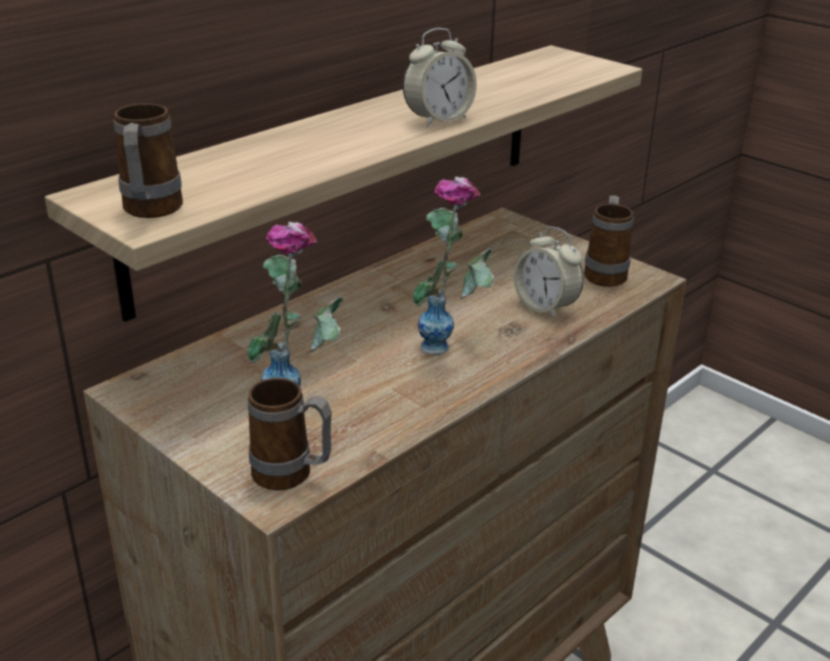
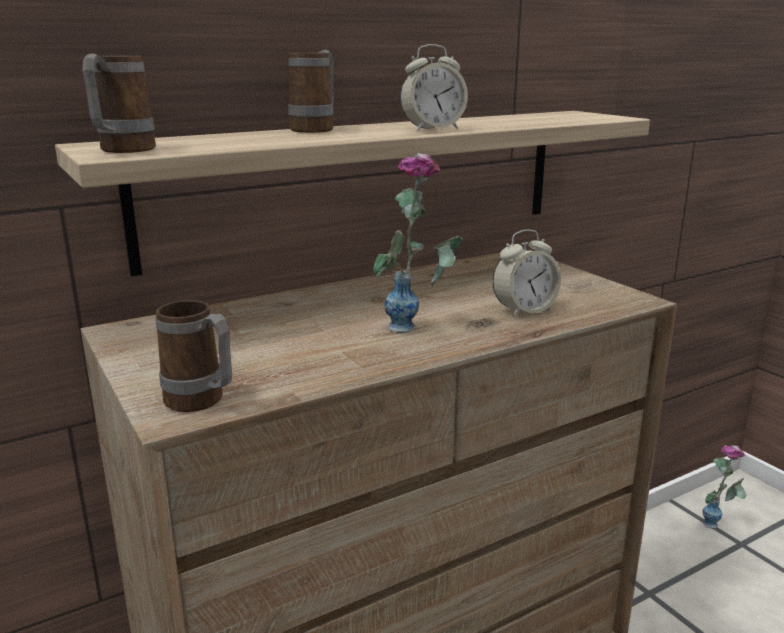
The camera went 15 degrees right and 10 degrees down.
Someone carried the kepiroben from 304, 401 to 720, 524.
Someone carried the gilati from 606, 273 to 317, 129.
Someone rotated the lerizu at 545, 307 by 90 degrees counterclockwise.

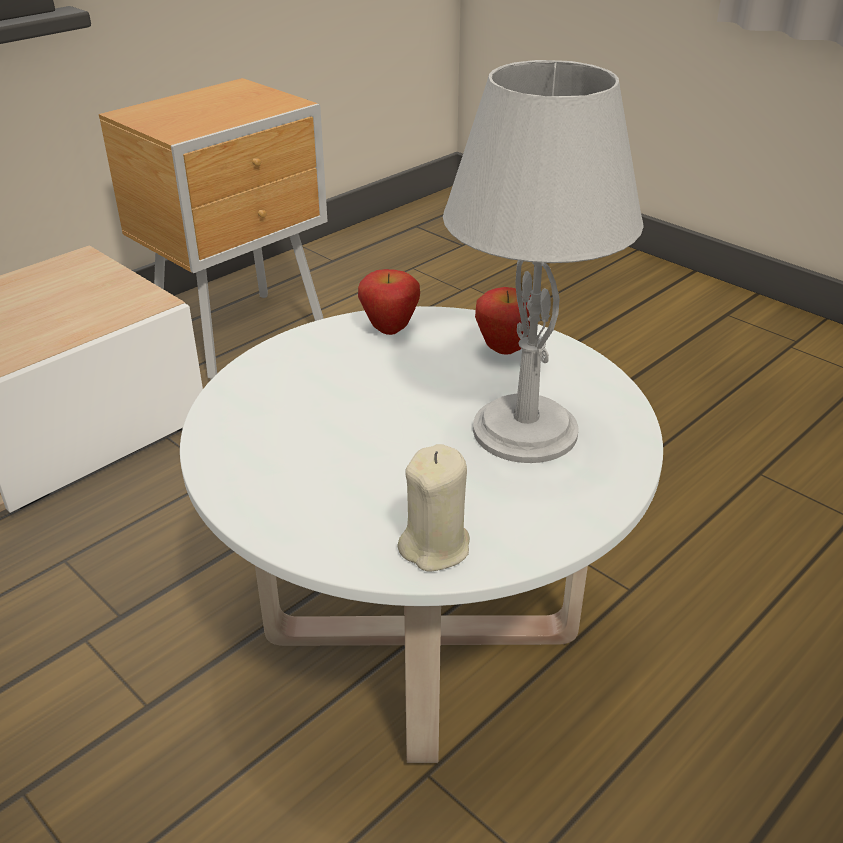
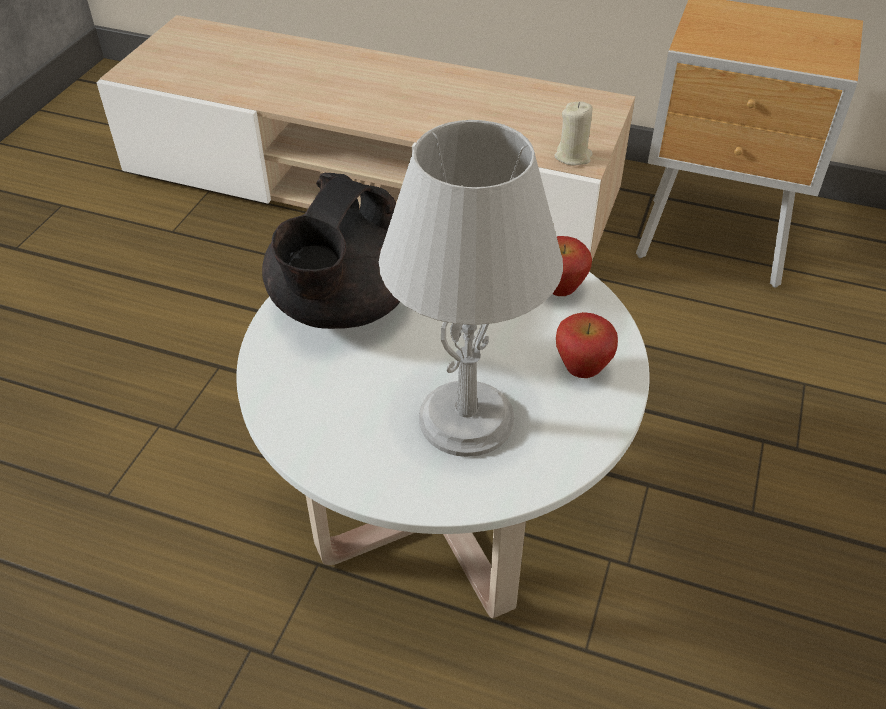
The camera went 65 degrees right and 10 degrees up.
Someone put down the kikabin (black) at 340, 308.
Someone carried the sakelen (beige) from 435, 547 to 573, 156.

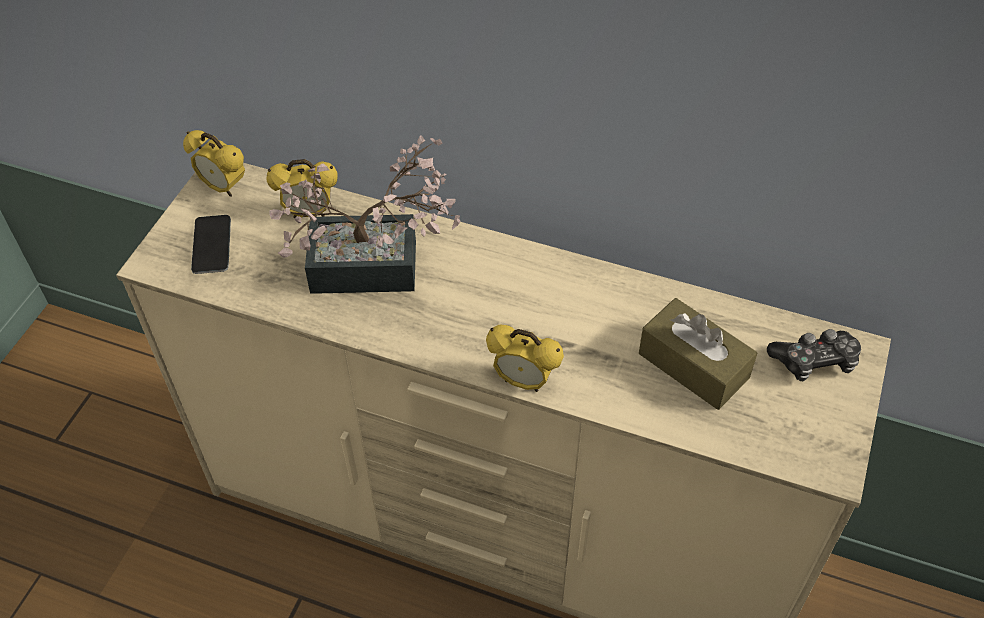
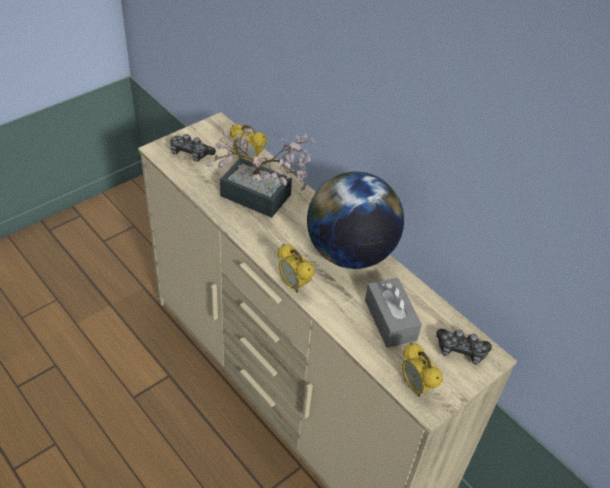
The camera went 25 degrees right and 5 degrees down.
Someone put down the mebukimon at 350, 253.
Someone carried the lerizu from 223, 188 to 416, 386.
Someone swapped the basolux at 211, 245 for the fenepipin at 190, 153.
Someone repainted the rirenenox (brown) at 693, 366, which became the rirenenox (grey) at 390, 320.

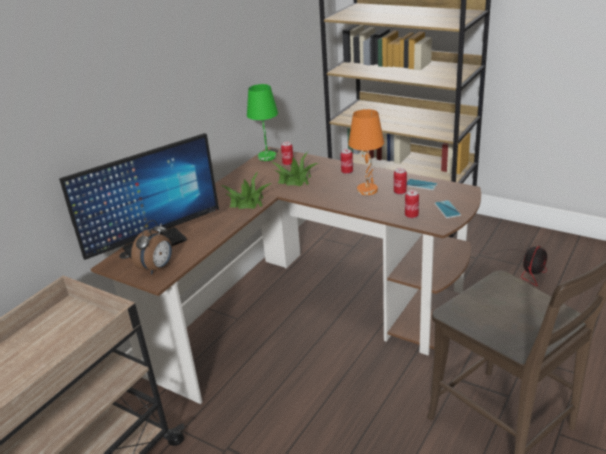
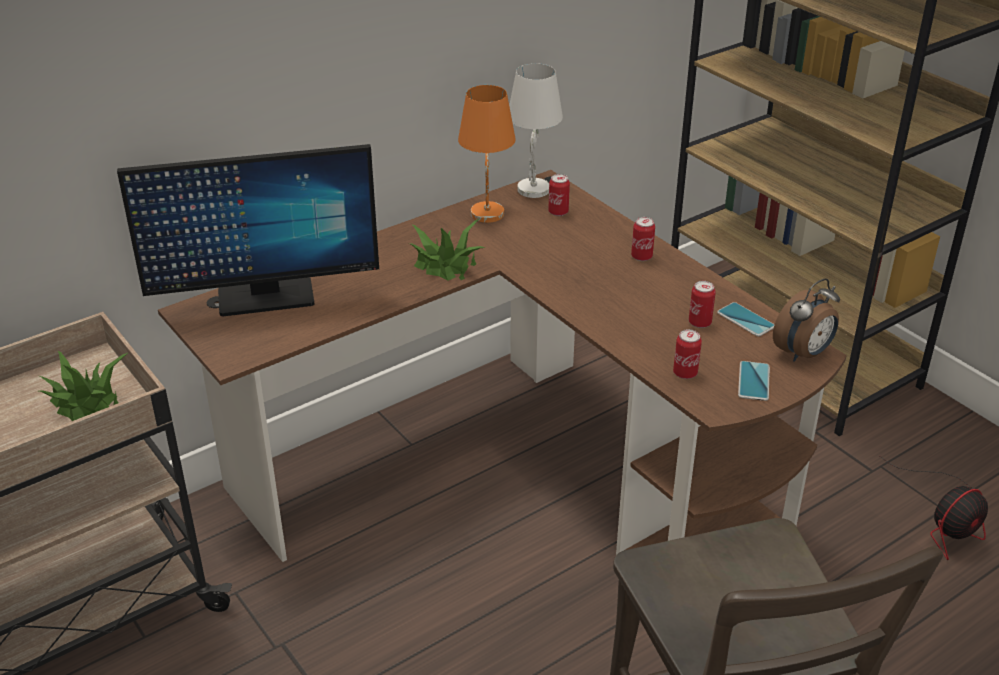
The camera went 20 degrees right and 5 degrees up.
Someone carried the lerizu from 157, 268 to 803, 354.
Someone carried the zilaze from 295, 179 to 86, 403.
Someone carried the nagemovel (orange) from 368, 190 to 488, 214.
Someone repainted the nagemovel (green) at 267, 157, which became the nagemovel (white) at 534, 190.

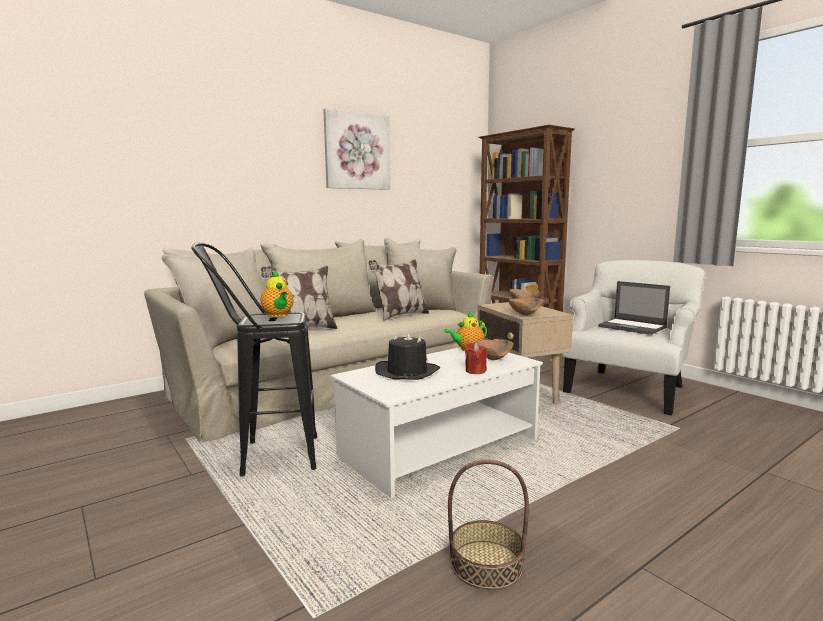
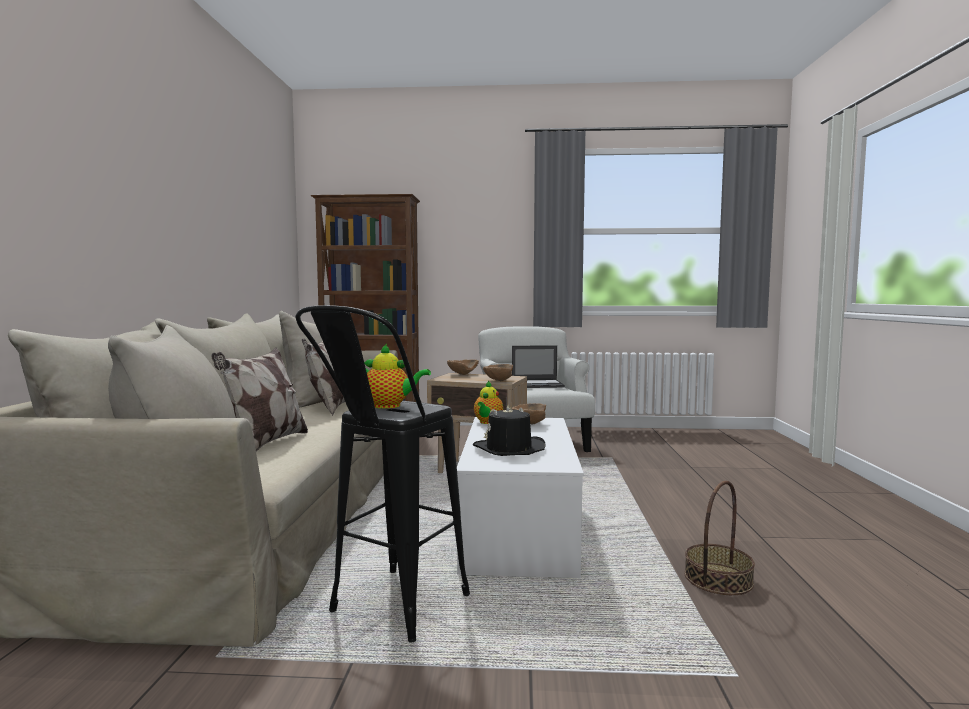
The camera went 50 degrees left and 5 degrees down.
Someone took away the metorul at 357, 151.
Someone took away the sakelen (red) at 475, 371.

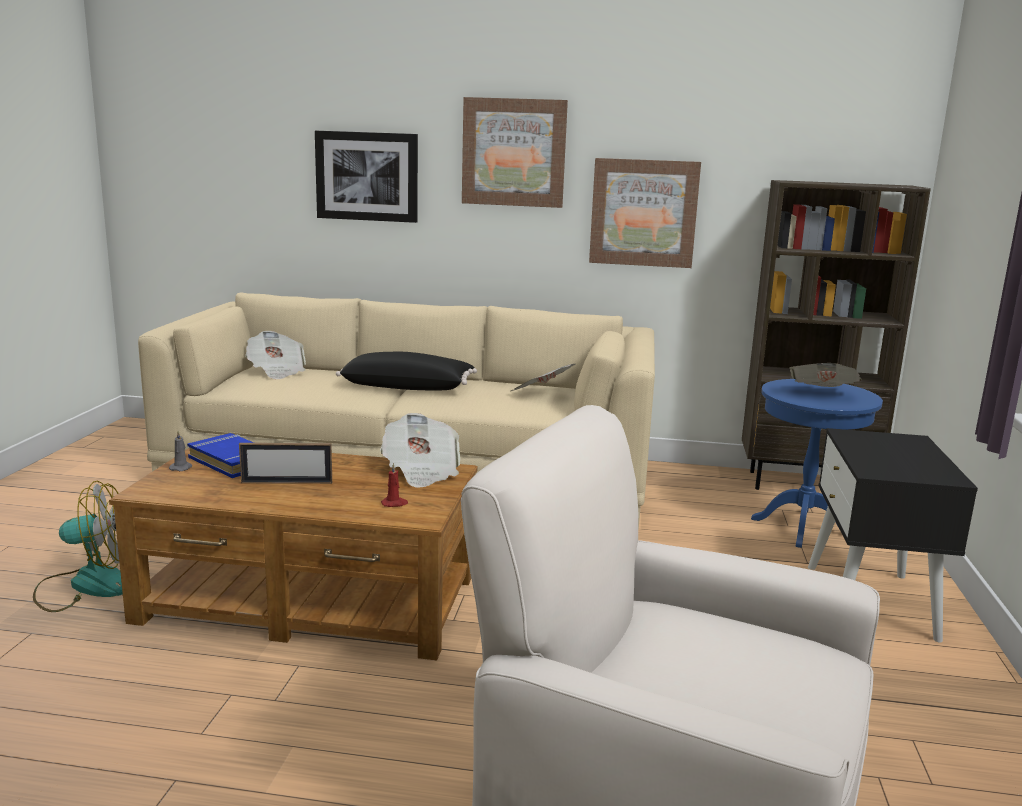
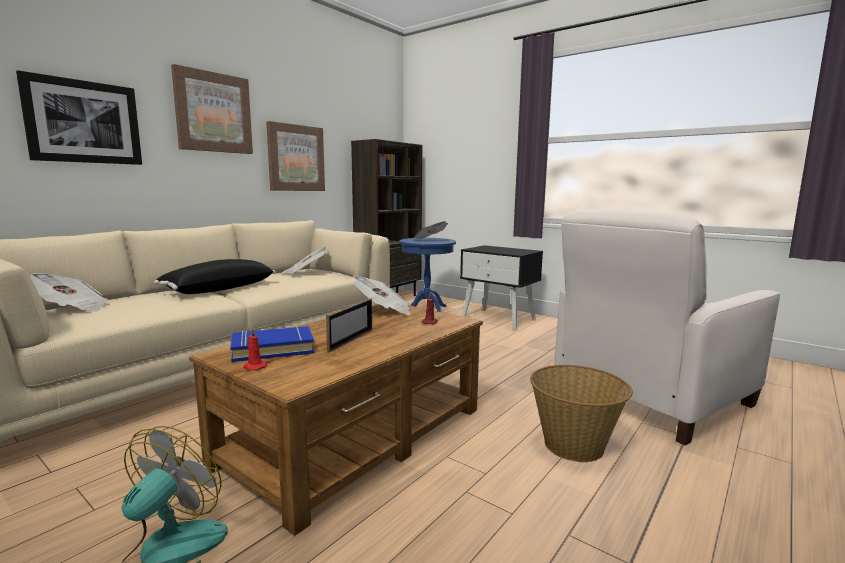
The camera went 60 degrees left and 5 degrees down.
Someone put down the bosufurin at 574, 445.
Someone repainted the sakelen (grey) at 181, 468, which became the sakelen (red) at 254, 367.

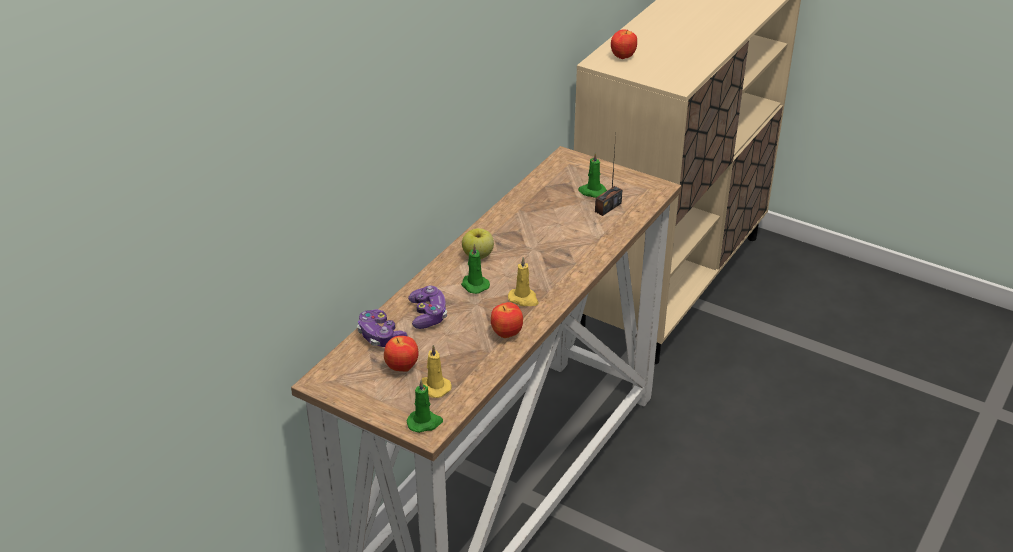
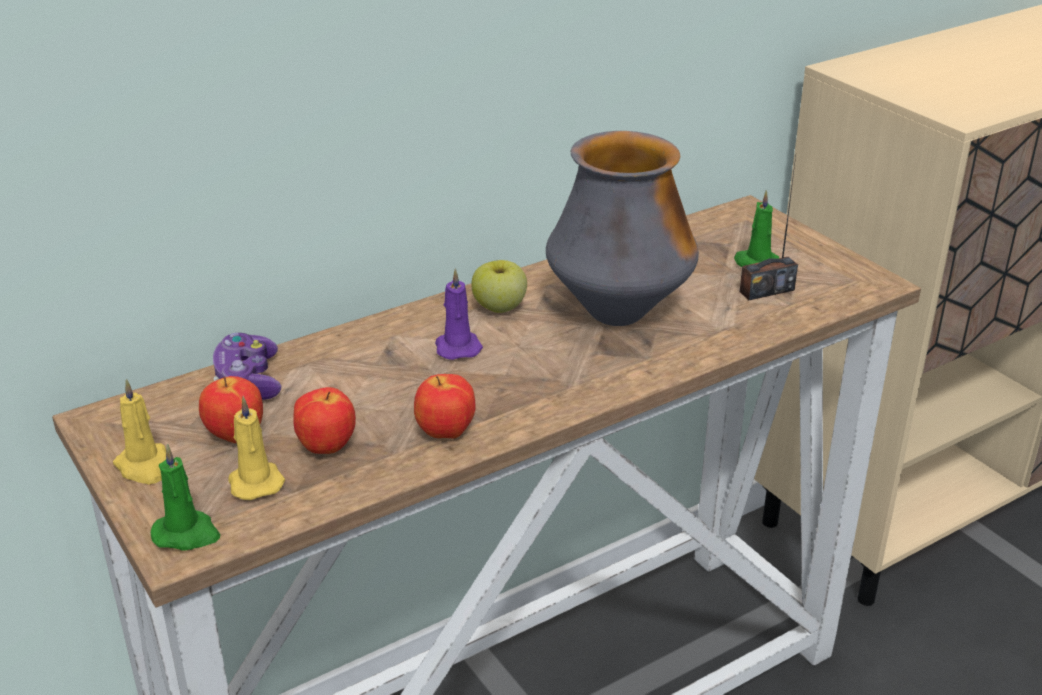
The camera went 25 degrees right and 5 degrees down.
Someone took away the fenepipin at 428, 314.
Someone put down the kepiroben at 618, 314.
Someone carried the sakelen (yellow) from 524, 299 to 145, 466.
Someone carried the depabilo from 622, 57 to 327, 447.
Someone repainted the sakelen (green) at 474, 285, which became the sakelen (purple) at 457, 347.

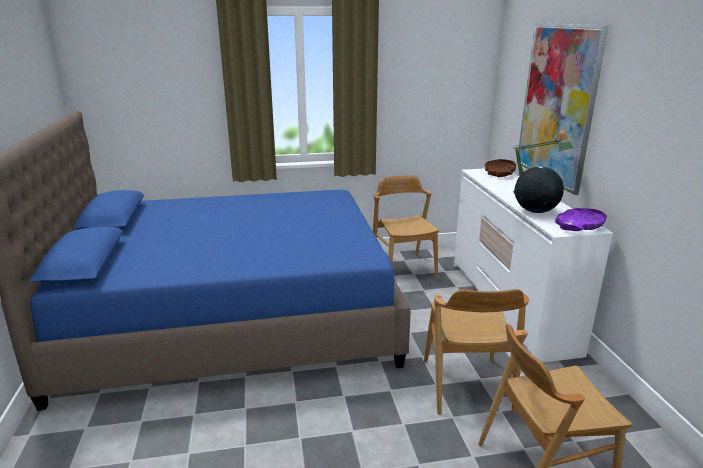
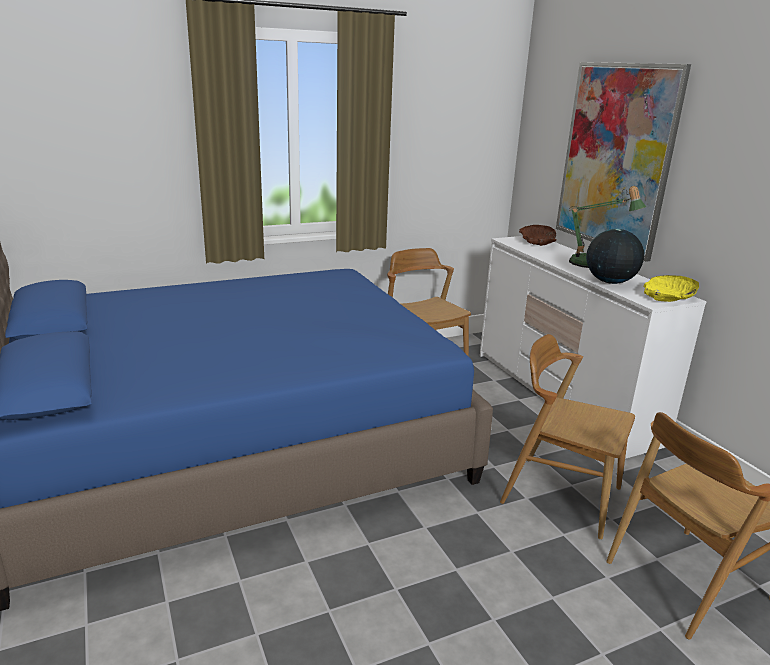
The camera went 15 degrees left and 0 degrees up.
Someone repainted the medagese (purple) at 578, 227, which became the medagese (yellow) at 668, 297.
Someone rotated the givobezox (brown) at 466, 386 by 135 degrees clockwise.

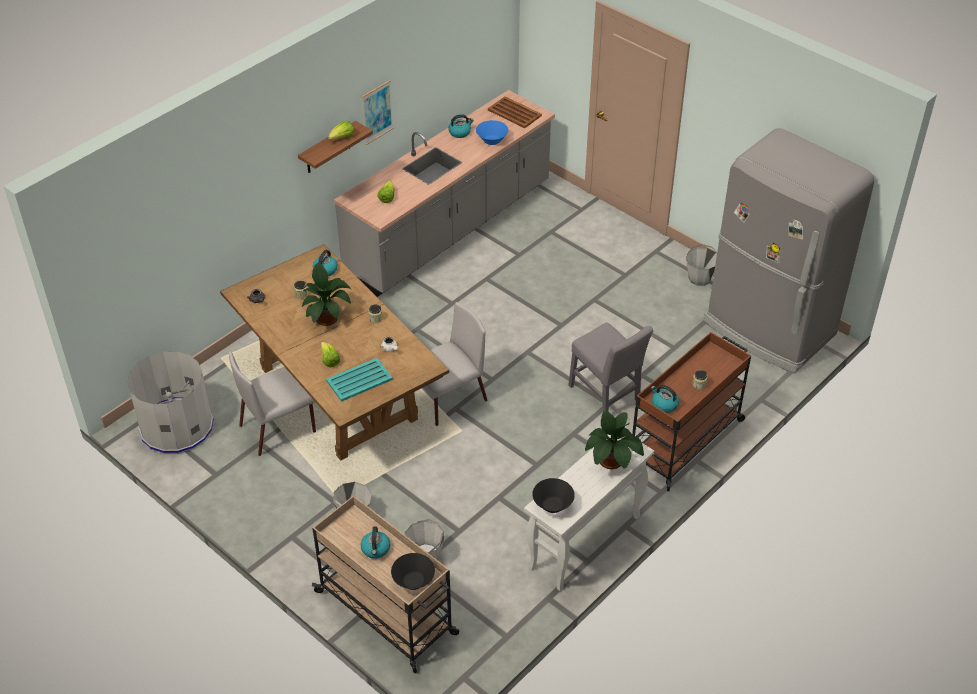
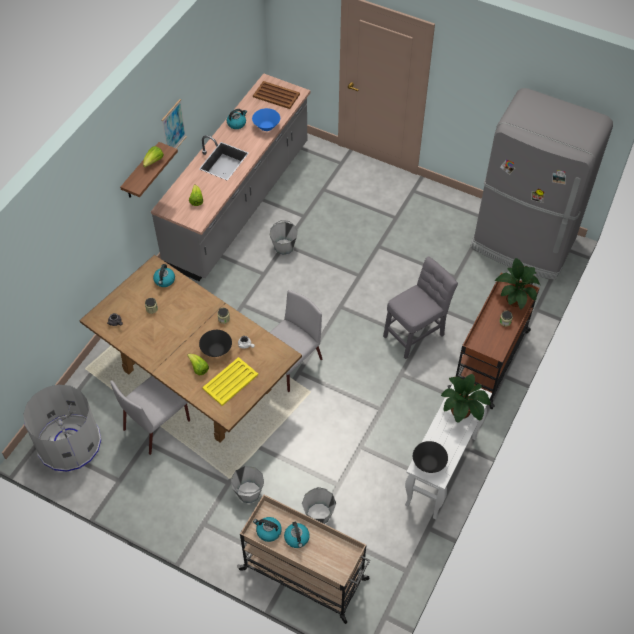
The camera went 15 degrees left and 10 degrees up.
Someone carried the zilaze from 327, 316 to 515, 297.
Someone carried the medagese (black) from 413, 581 to 216, 350.
Someone carried the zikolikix from 664, 404 to 268, 531.
Someone carried the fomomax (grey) from 700, 278 to 284, 247.
Someone repainted the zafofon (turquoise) at 360, 380, which became the zafofon (yellow) at 231, 381.
Someone rotated the givobezox (grey) at 606, 396 by 75 degrees counterclockwise.

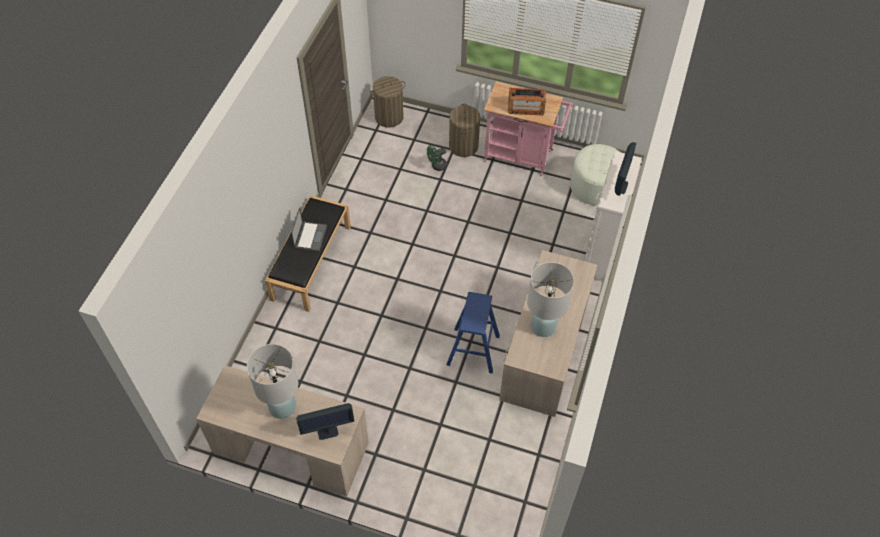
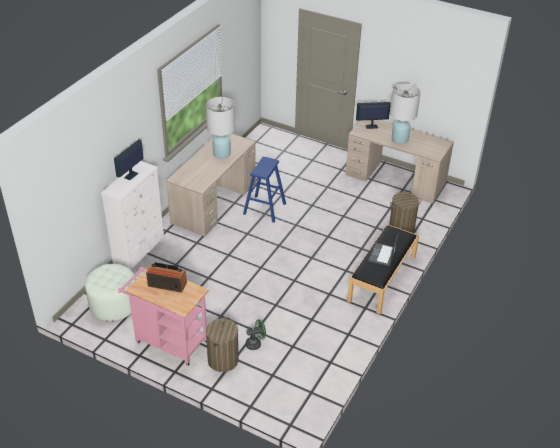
The camera went 170 degrees left and 15 degrees down.
Someone carried the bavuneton from 389, 117 to 401, 229.

